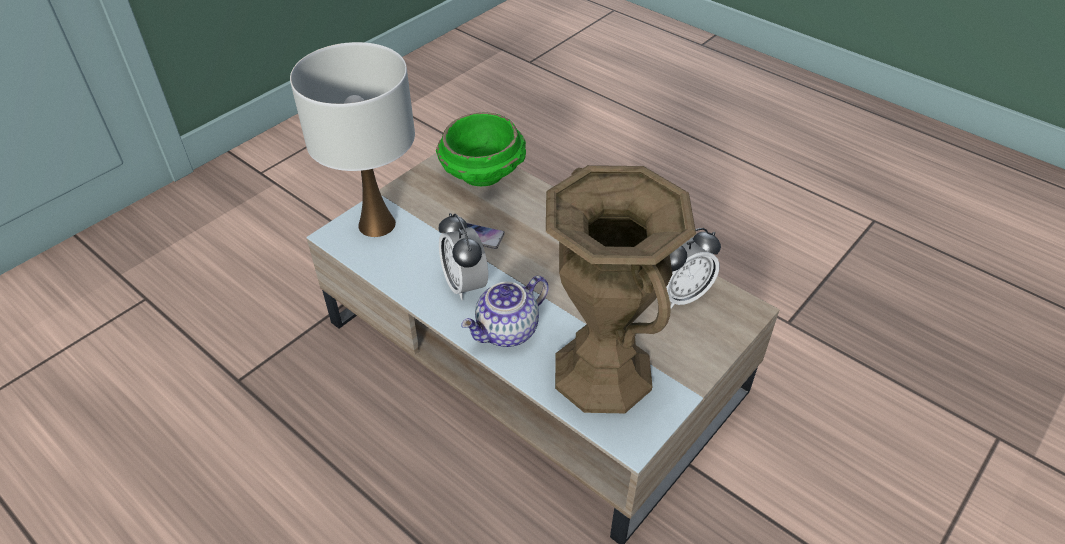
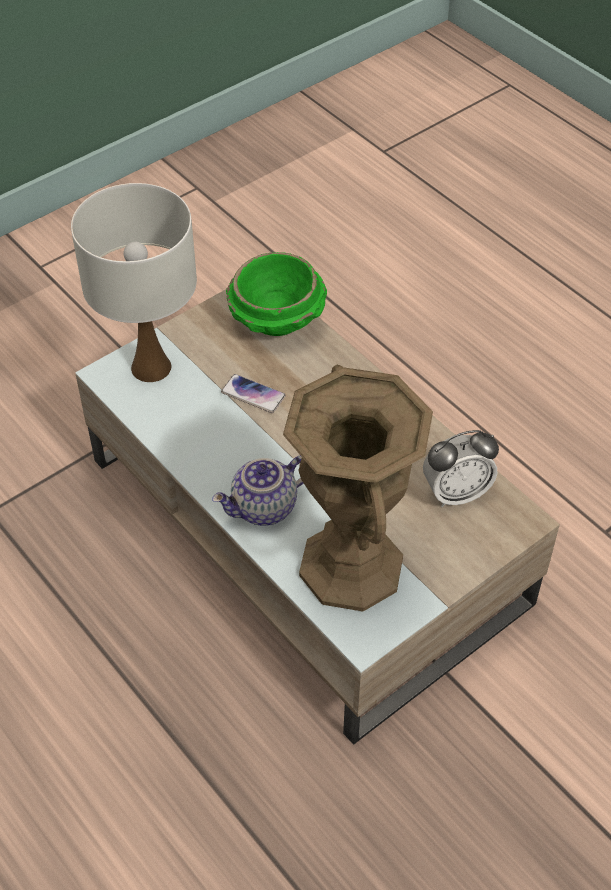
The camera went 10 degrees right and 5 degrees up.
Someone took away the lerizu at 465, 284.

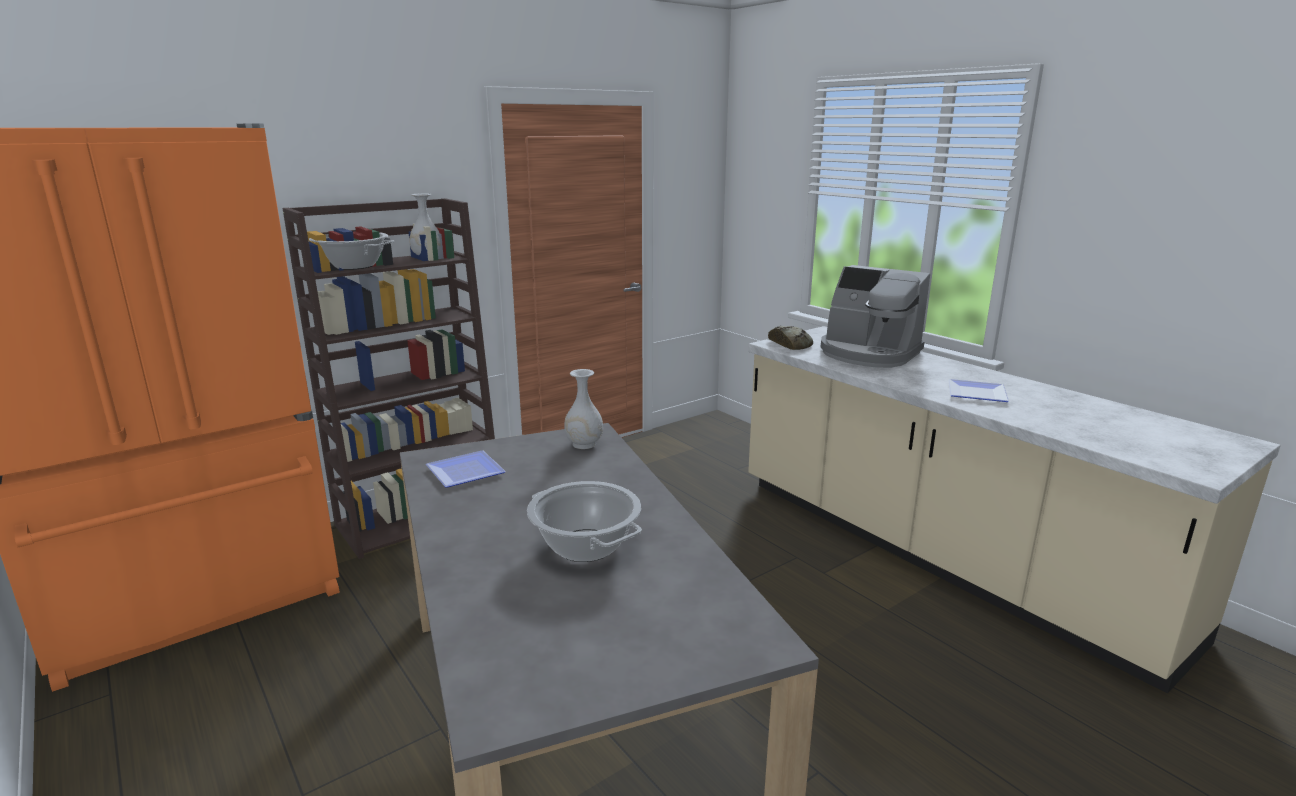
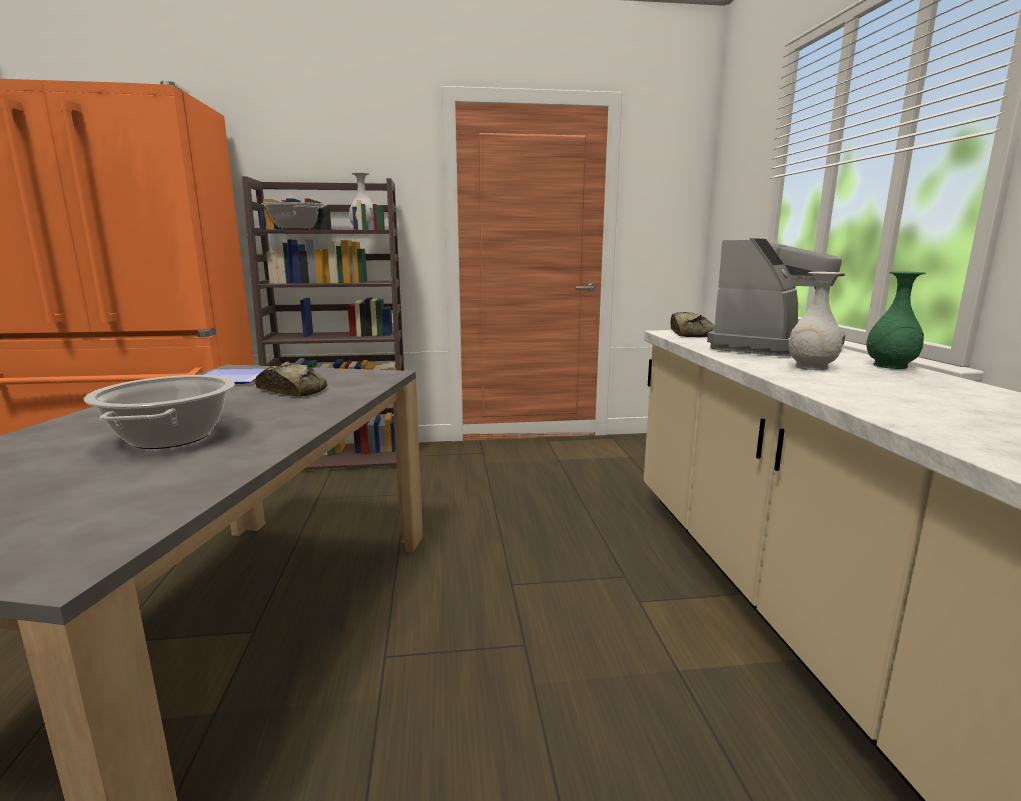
The camera went 30 degrees right and 5 degrees down.
Someone took away the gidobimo at 974, 394.
Someone put down the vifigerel at 293, 390.
Someone put down the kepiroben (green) at 890, 366.
Someone carried the kepiroben (white) from 584, 444 to 811, 367.
Someone rotated the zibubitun at 868, 353 by 120 degrees counterclockwise.

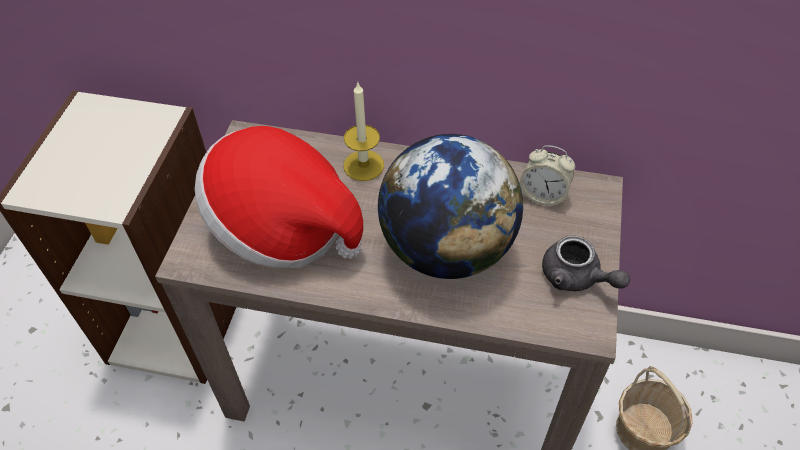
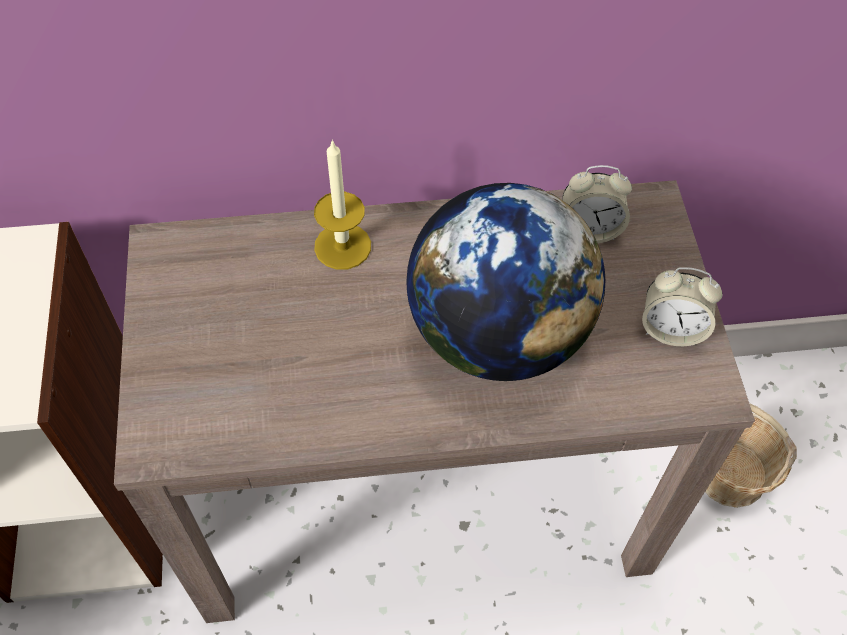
The camera went 20 degrees left and 5 degrees up.
Someone took away the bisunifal at 283, 226.
Someone swapped the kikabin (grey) at 576, 278 for the lerizu at 671, 329.

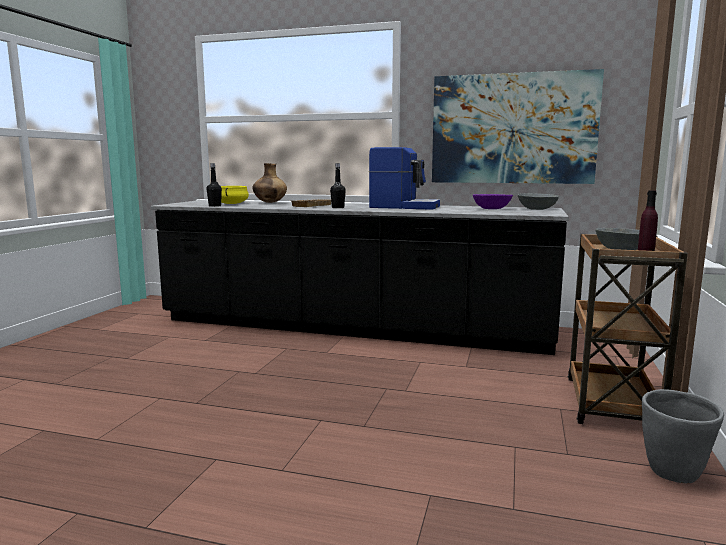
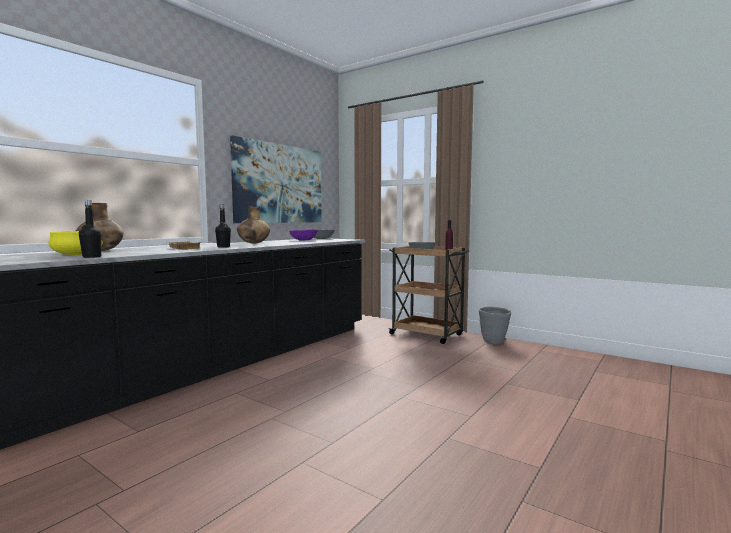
The camera went 70 degrees left and 5 degrees down.
Someone swapped the zibubitun at 404, 207 for the kepiroben (brown) at 253, 243.

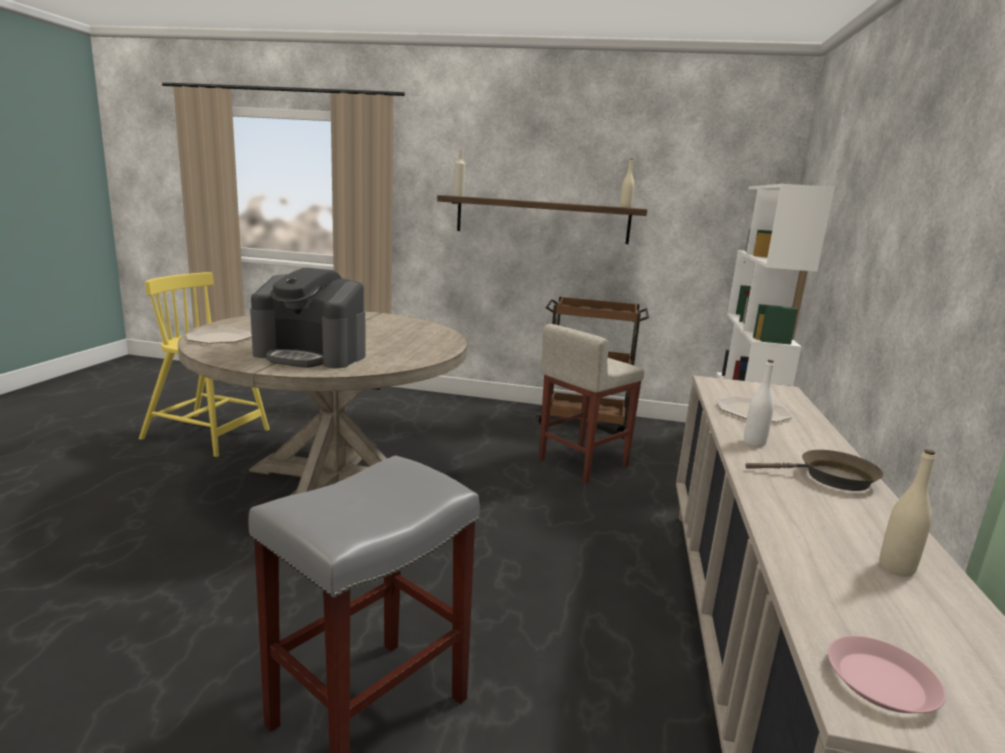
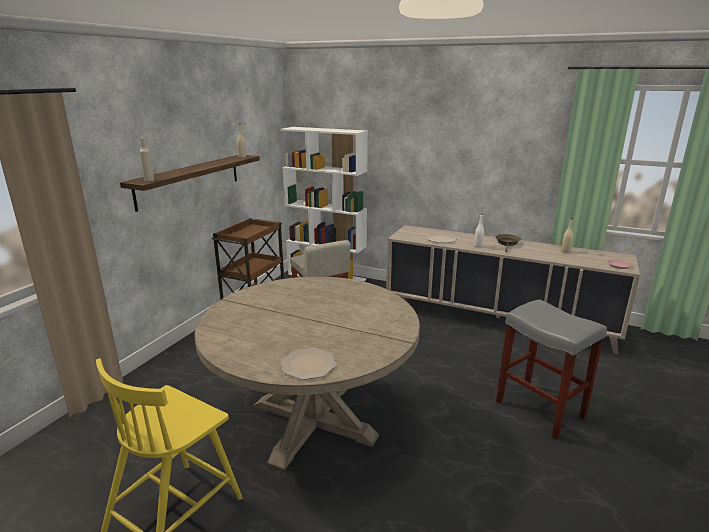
The camera went 75 degrees left and 5 degrees up.
Someone took away the zibubitun at 311, 355.

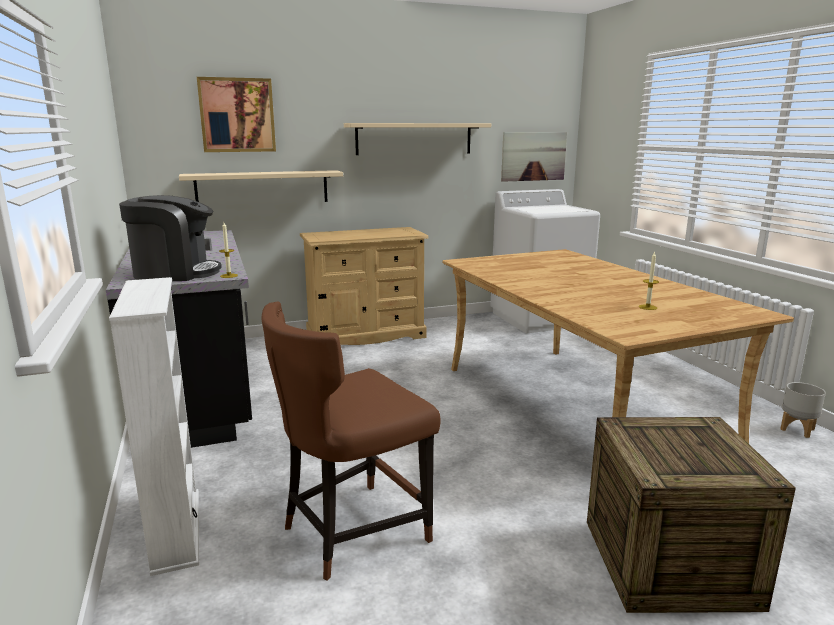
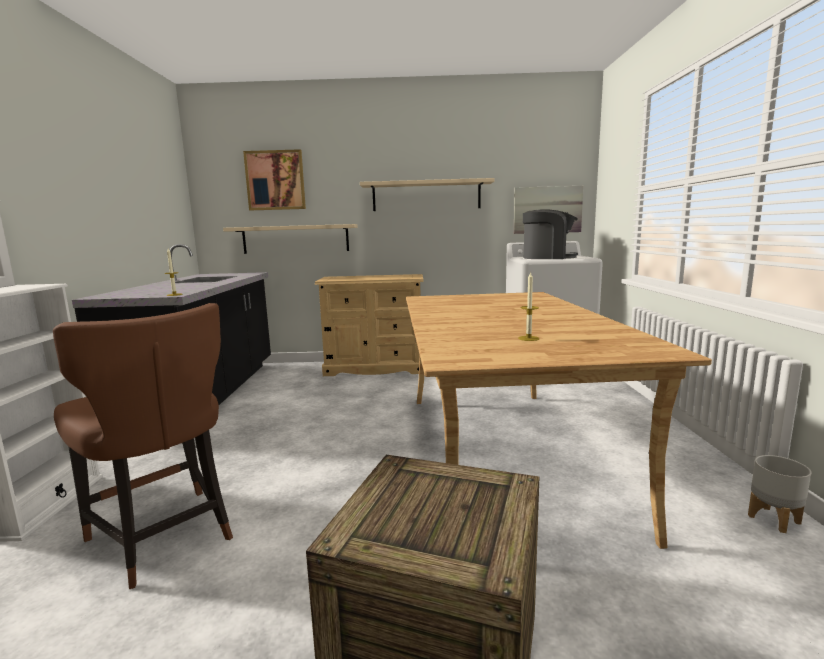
The camera went 20 degrees right and 5 degrees down.
Someone carried the zibubitun from 175, 273 to 548, 257.
Someone rotated the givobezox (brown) at 351, 532 by 120 degrees counterclockwise.

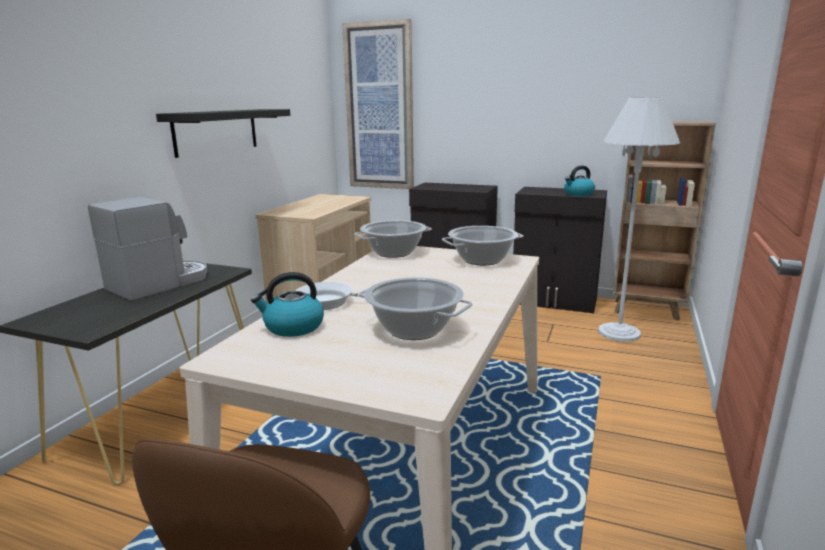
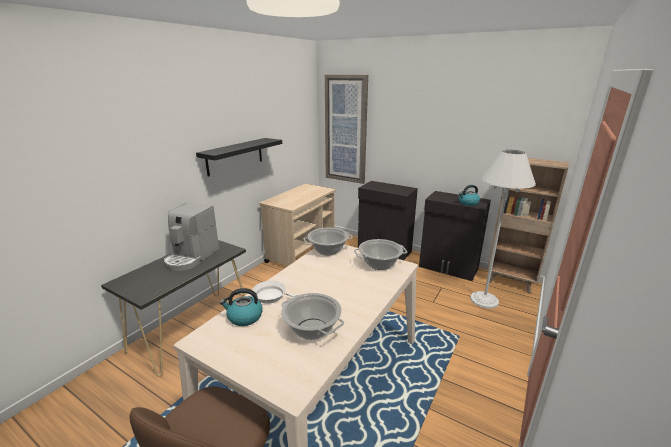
The camera went 10 degrees right and 5 degrees up.
Someone rotated the zibubitun at 160, 283 by 150 degrees clockwise.

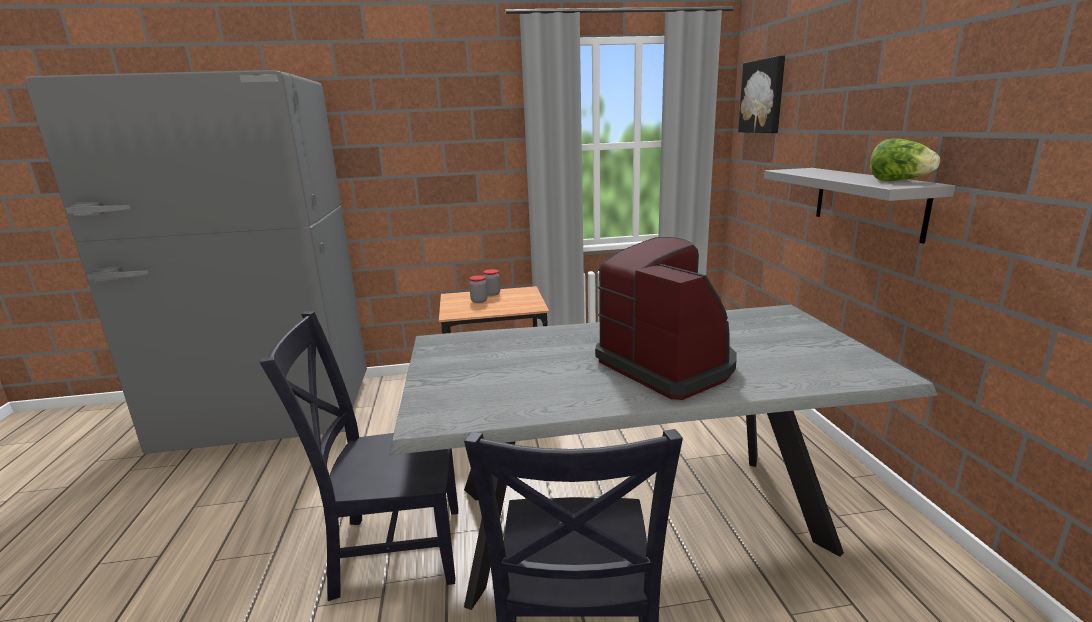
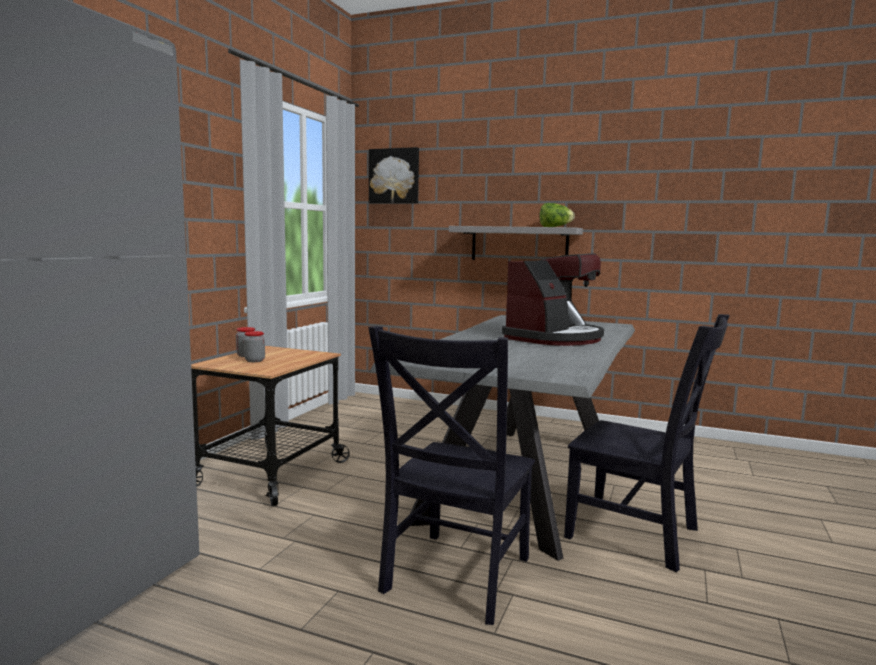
The camera went 60 degrees left and 10 degrees down.
Someone rotated the zibubitun at 668, 365 by 135 degrees clockwise.

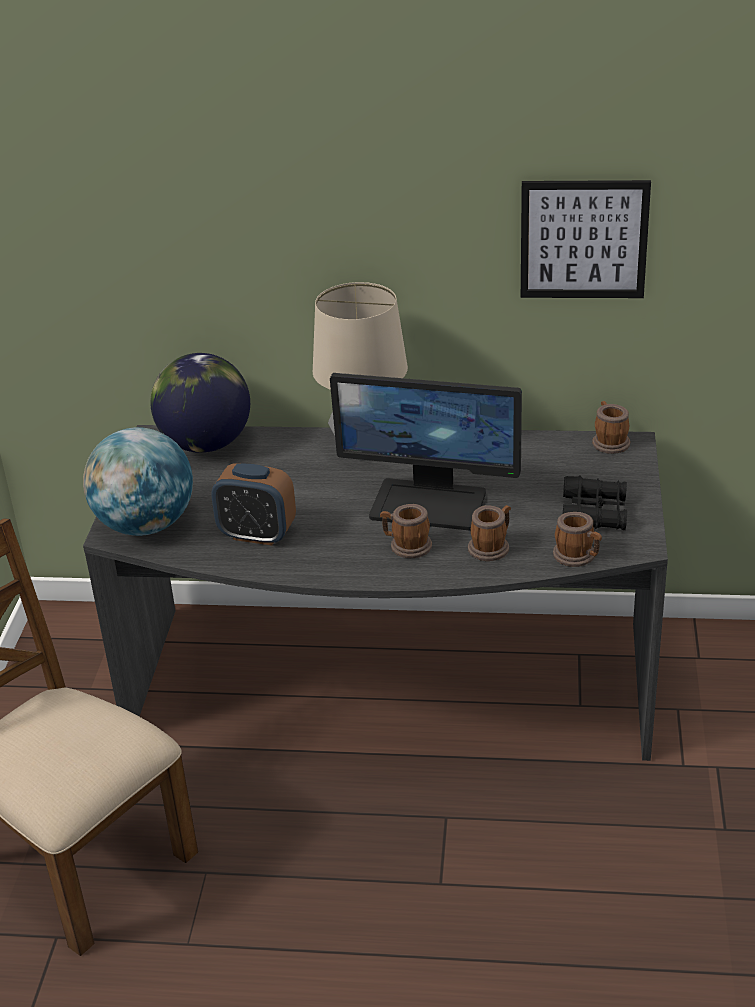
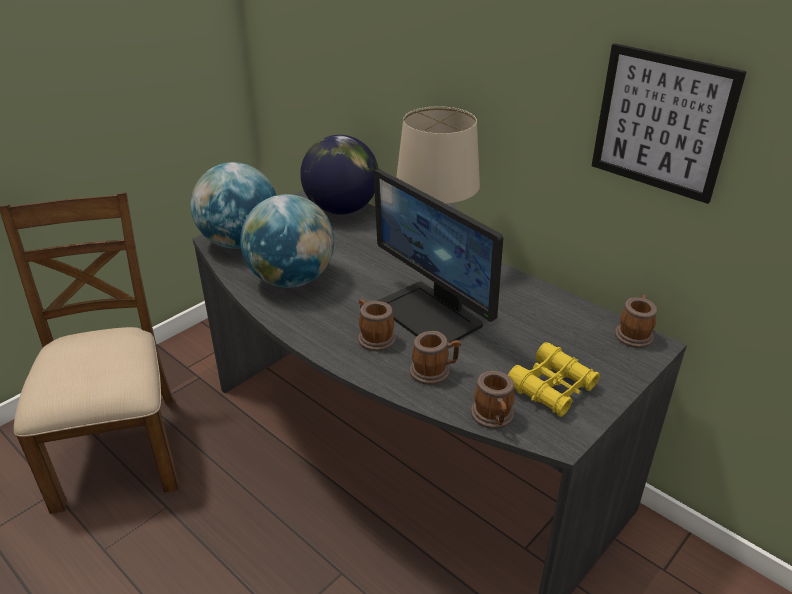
The camera went 35 degrees right and 0 degrees up.
Someone swapped the lerizu at 257, 534 for the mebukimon at 291, 280.
Someone repainted the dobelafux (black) at 594, 513, which became the dobelafux (yellow) at 552, 387.

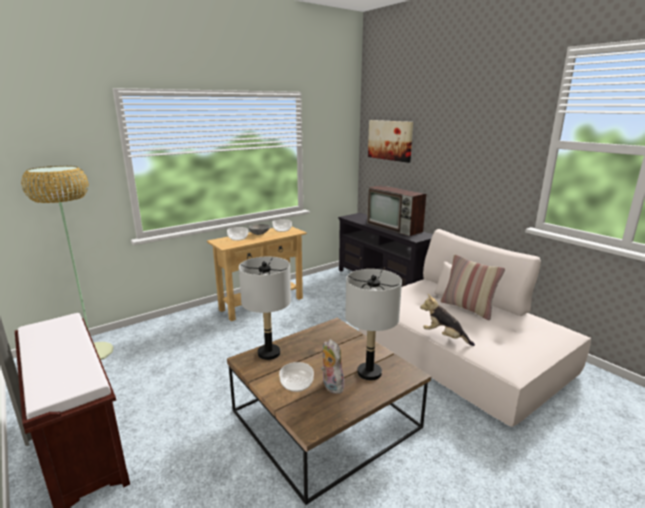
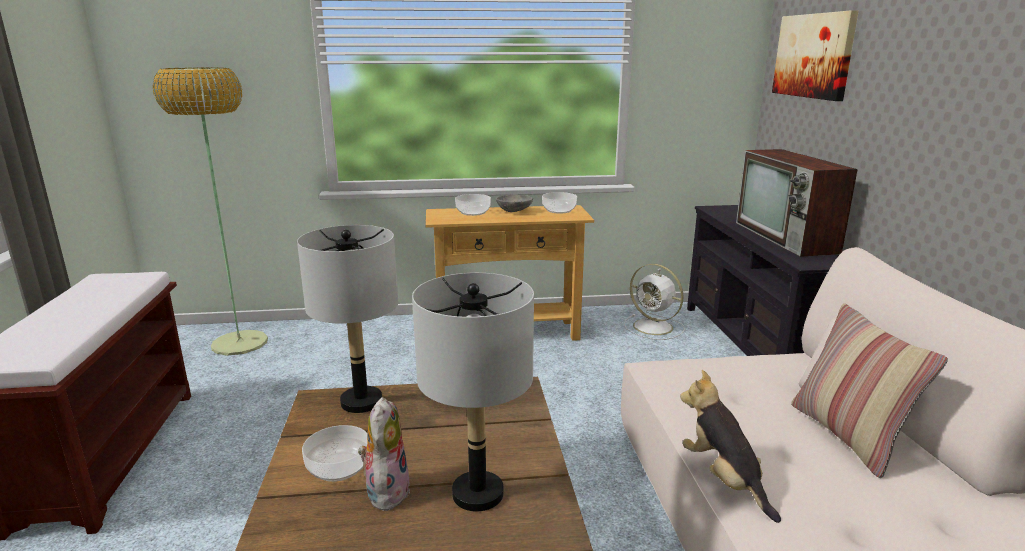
The camera went 30 degrees right and 0 degrees up.
Someone put down the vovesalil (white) at 654, 327.

